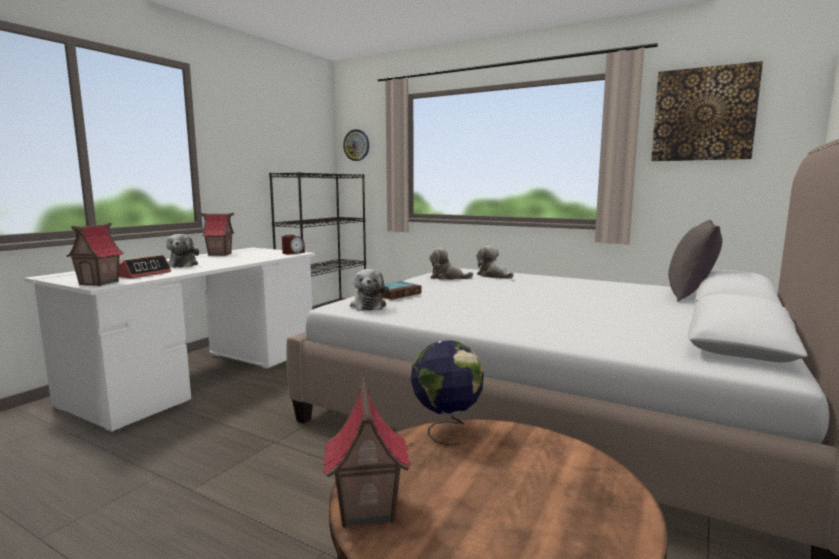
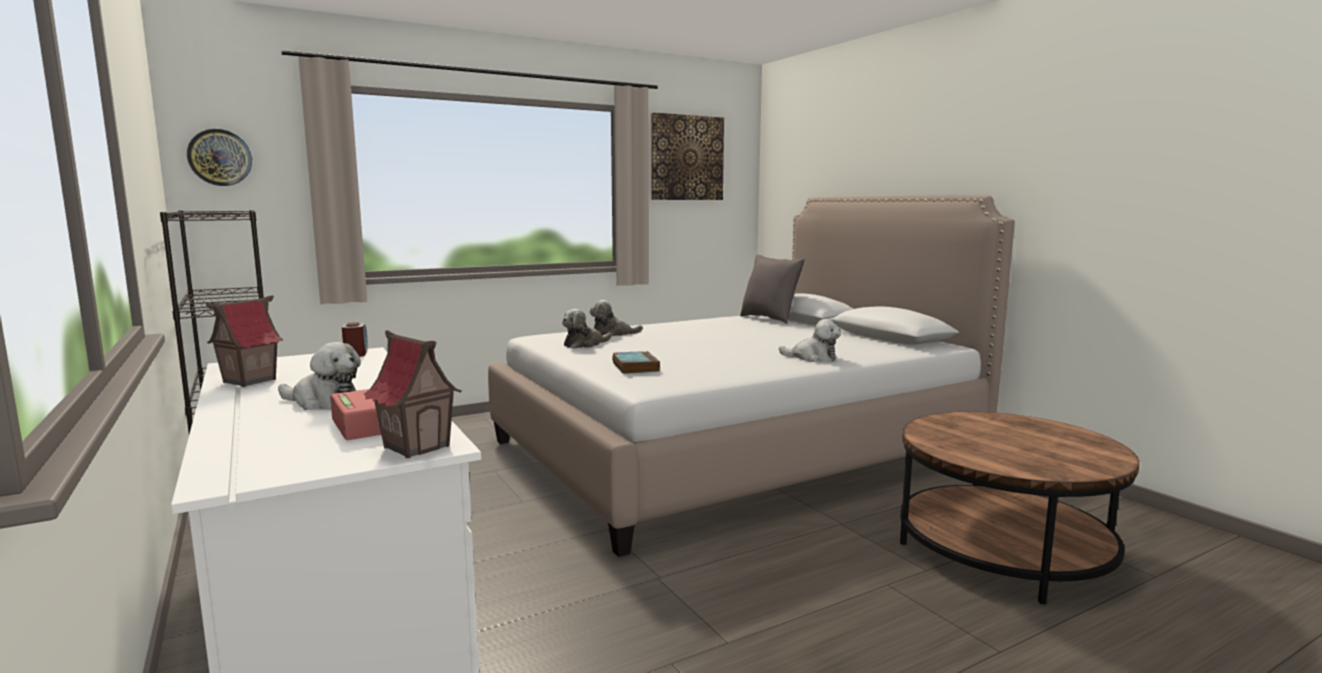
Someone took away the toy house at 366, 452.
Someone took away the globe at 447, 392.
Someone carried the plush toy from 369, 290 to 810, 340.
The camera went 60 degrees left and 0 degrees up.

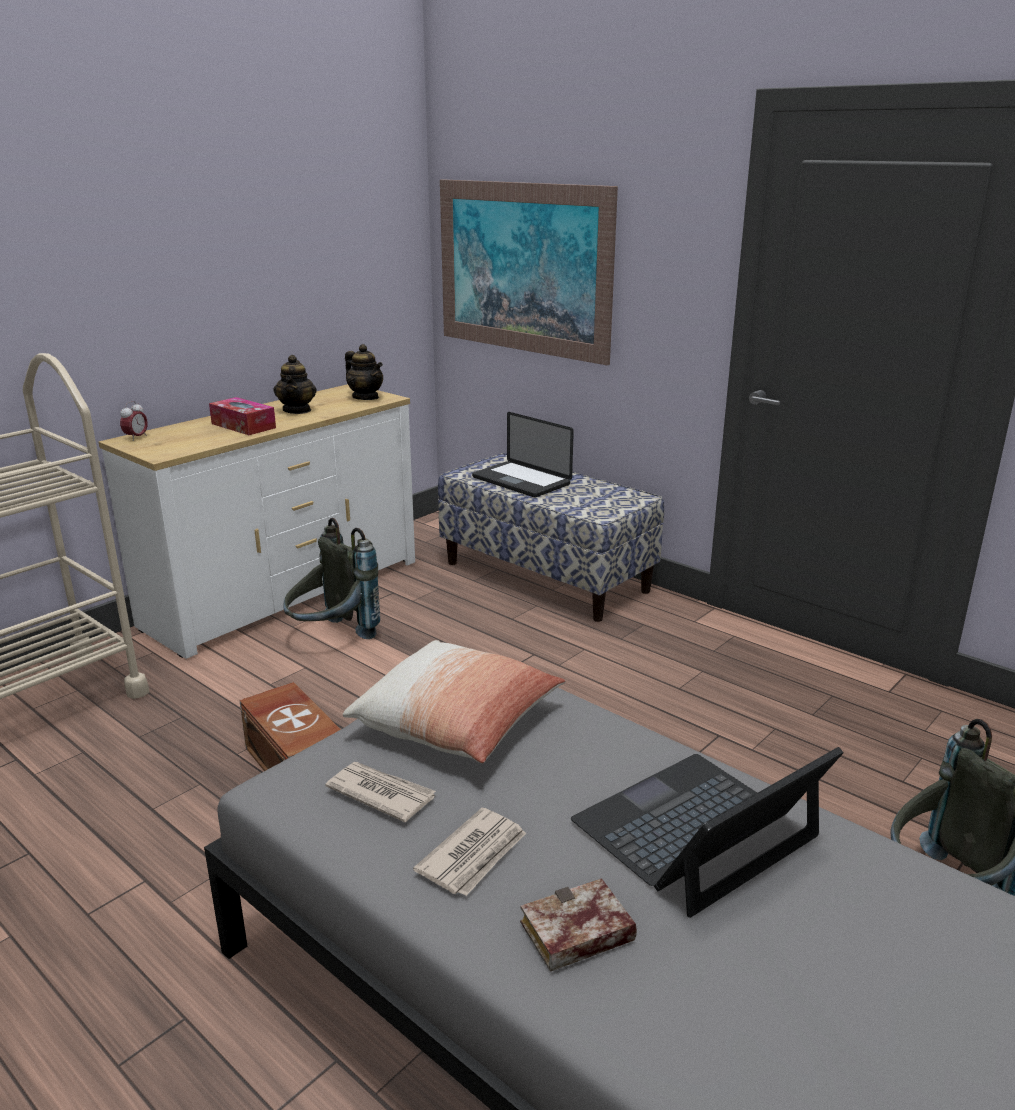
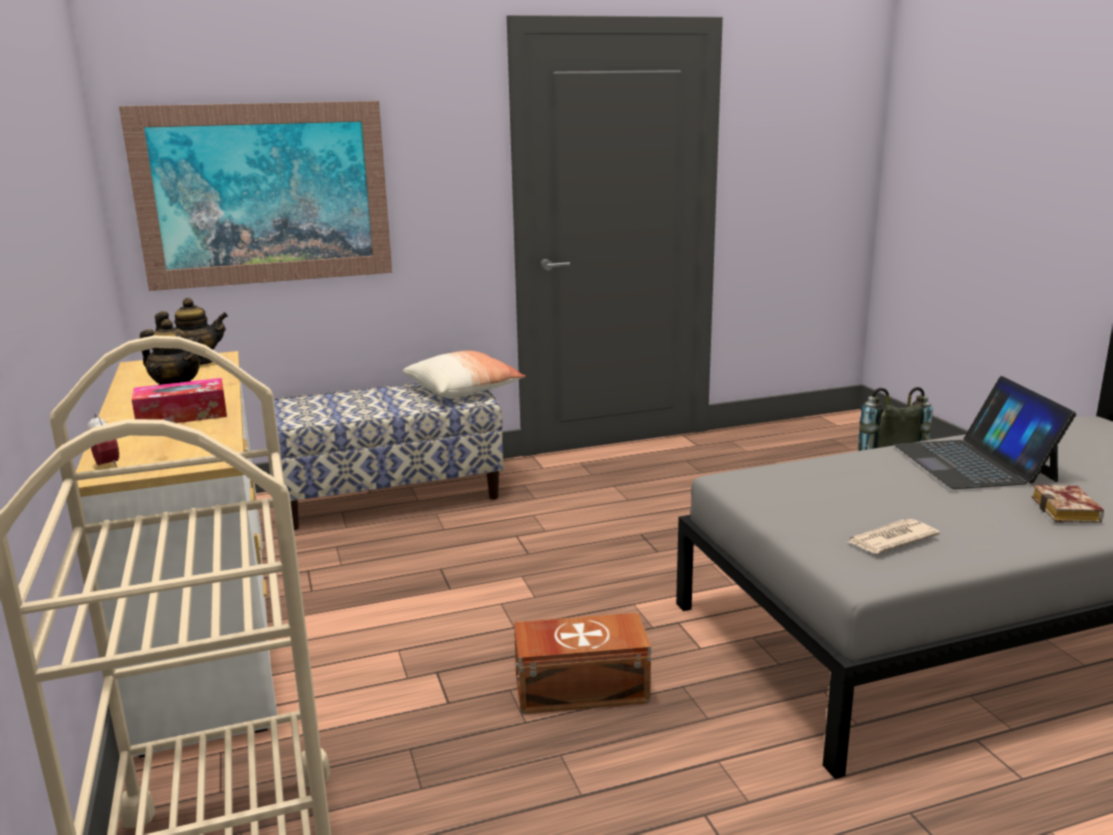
Someone took away the backpack (grey) at 331, 578.
Someone took away the newspaper at 469, 852.
Someone took away the laptop at 523, 454.
Someone carried the pillow from 454, 701 to 464, 374.
The camera went 60 degrees left and 5 degrees down.

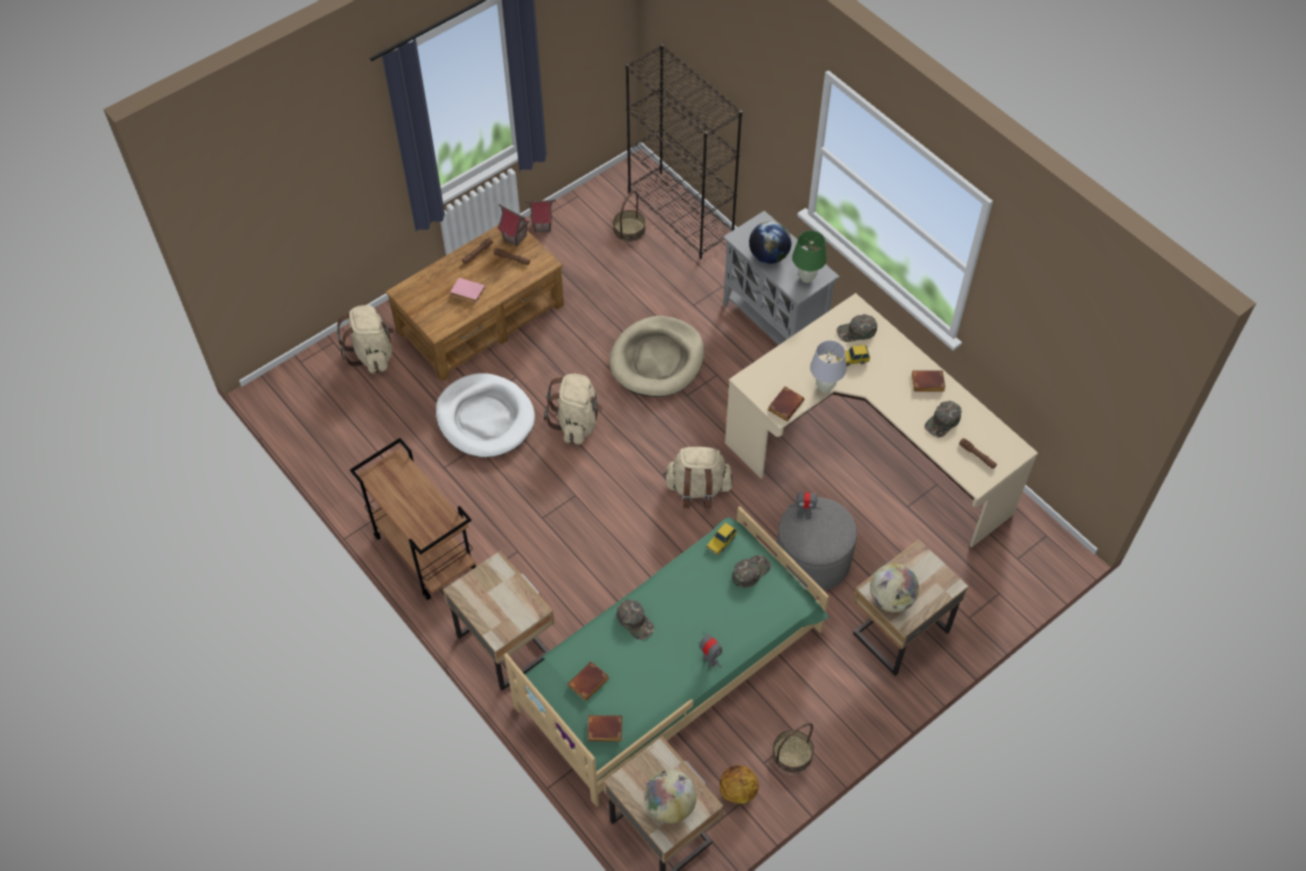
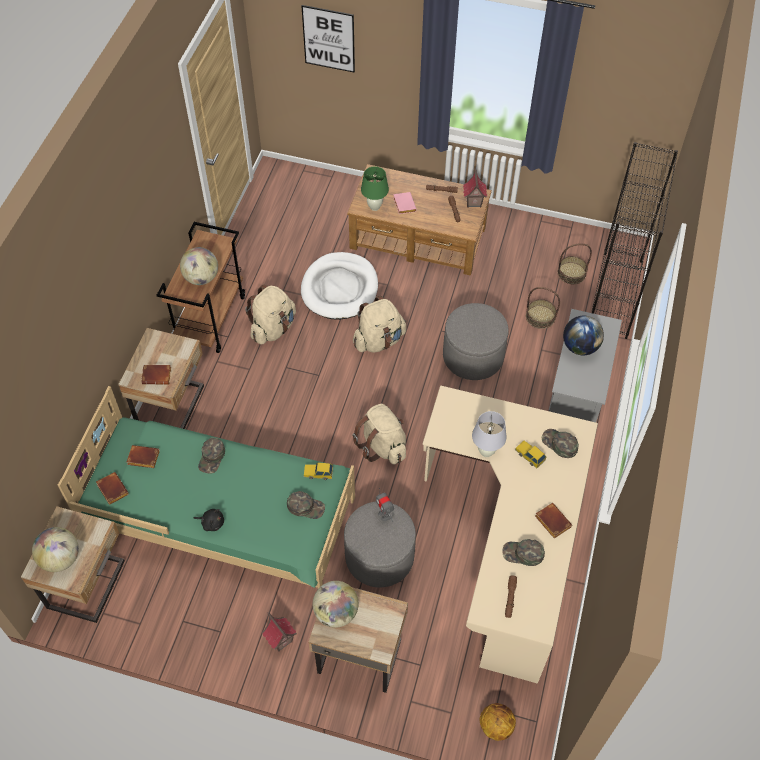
Someone put down the globe at 199, 266.
Someone put up the picture at 328, 38.
Someone carried the backpack (beige) from 365, 339 to 270, 314.
Someone carried the toy house from 540, 216 to 279, 632.
Someone carried the basketball from 739, 784 to 498, 722.
Someone carried the book (brown) from 786, 403 to 156, 374.
Someone carried the basket from 793, 748 to 543, 308.
Someone carried the table lamp (green) from 809, 257 to 375, 188.
Someone swapped the dog bed (beige) at 656, 356 for the ottoman (grey) at 476, 341.
Someone swapped the toy robot at 710, 650 for the plush toy (black) at 209, 520.
The camera went 55 degrees right and 0 degrees up.

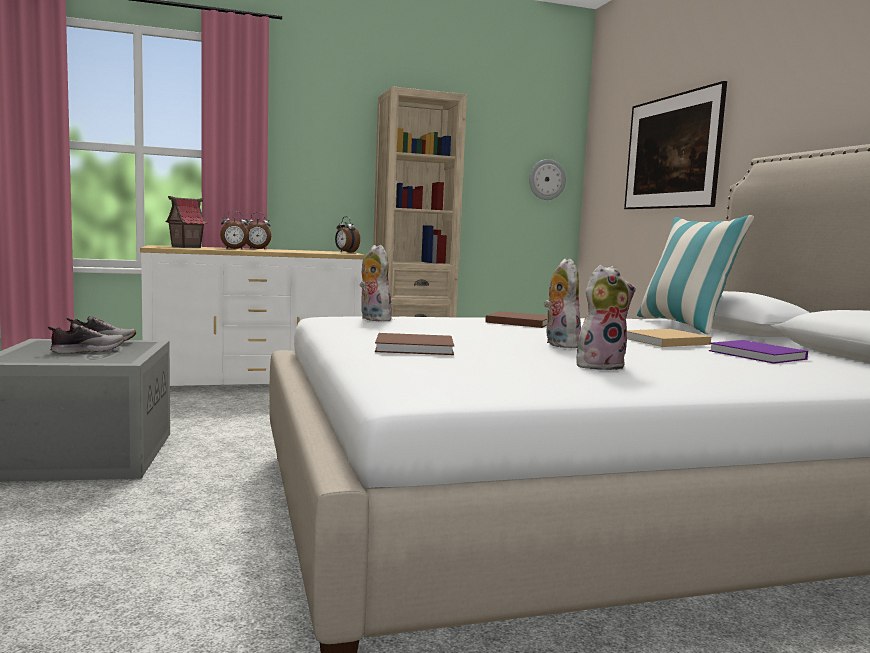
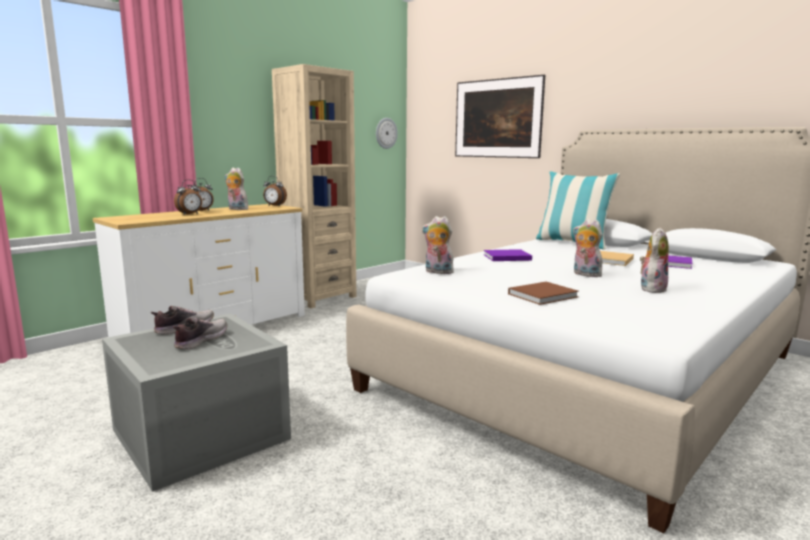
Someone took away the toy house at 186, 222.
Someone put down the plush toy at 236, 188.
Someone repainted the book (brown) at 516, 319, which became the book (purple) at 507, 255.
The camera went 30 degrees left and 5 degrees up.

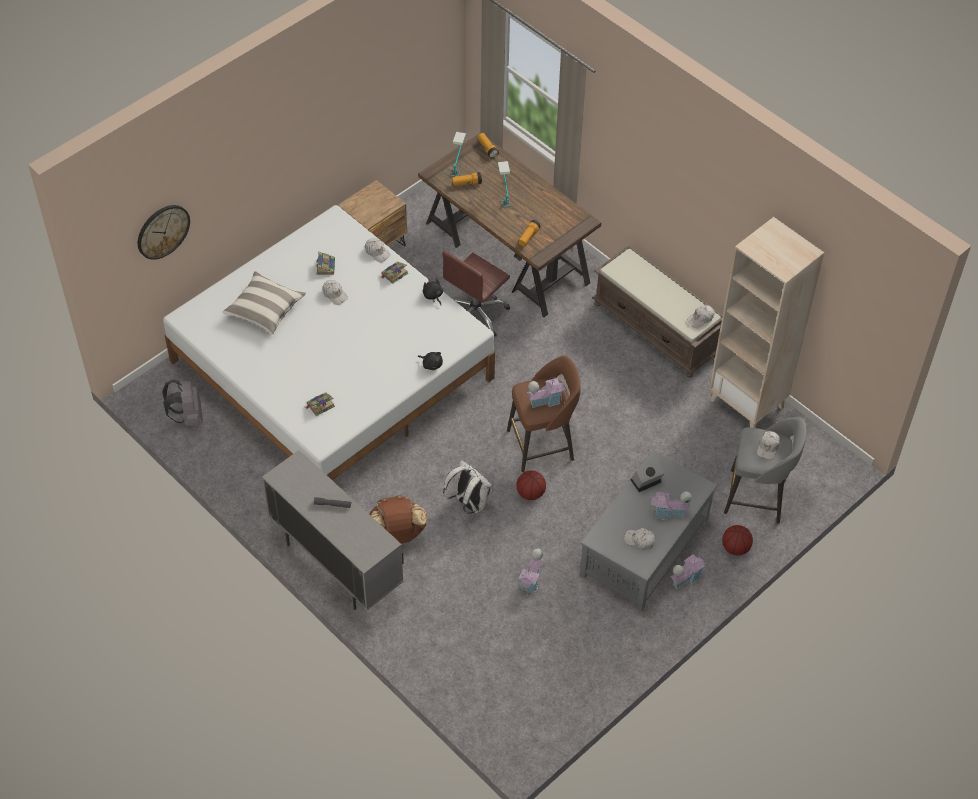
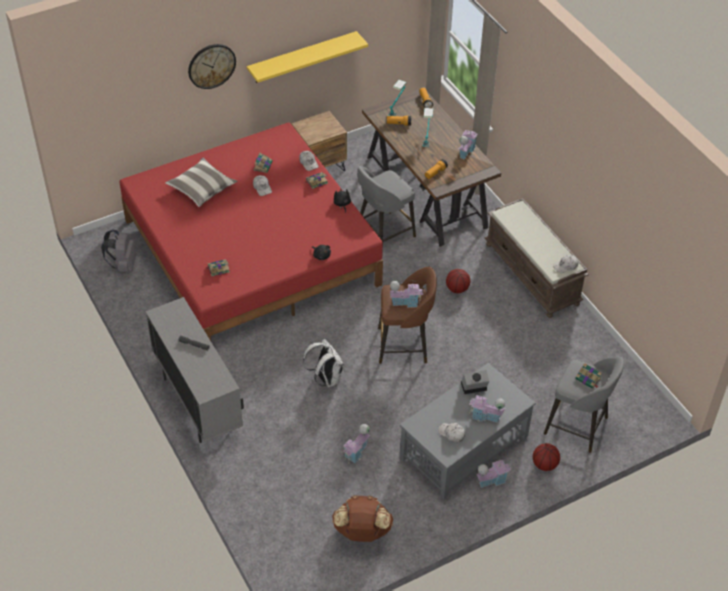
Someone took away the bookcase (beige) at 766, 322.
Someone put up the shelf (yellow) at 307, 57.
Someone put down the toy house at 468, 143.
Someone carried the wall clock from 164, 232 to 212, 66.
Someone carried the backpack (brown) from 398, 519 to 362, 518.
Someone carried the basketball from 531, 485 to 458, 281.
Someone swapped the office chair (brown) at 476, 294 for the stool (grey) at 386, 204.
Someone swapped the cap (white) at 768, 445 for the book at 588, 376.
Someone repainted the bed (white) at 329, 342, which became the bed (red) at 251, 232.
The camera went 15 degrees right and 5 degrees down.

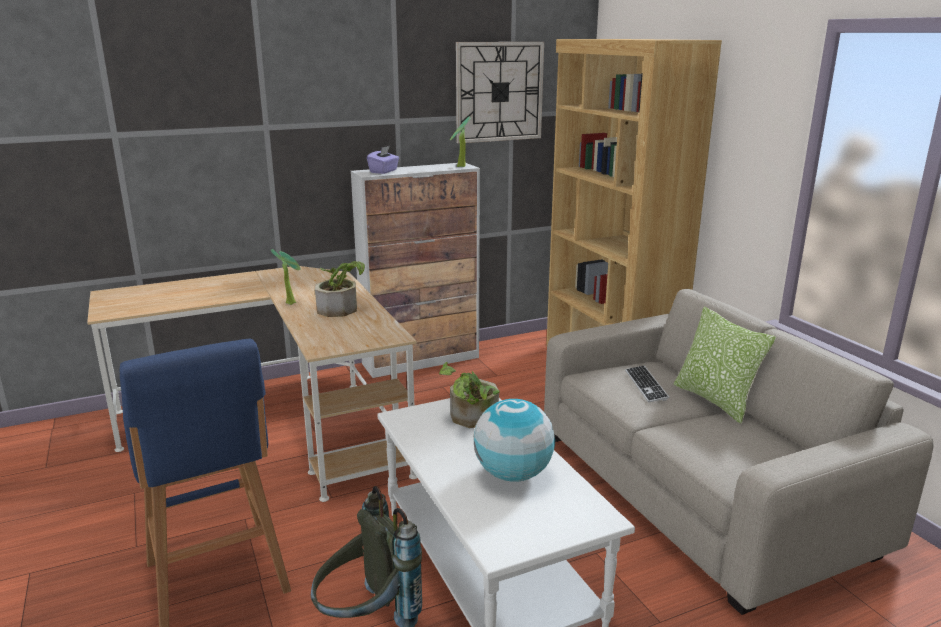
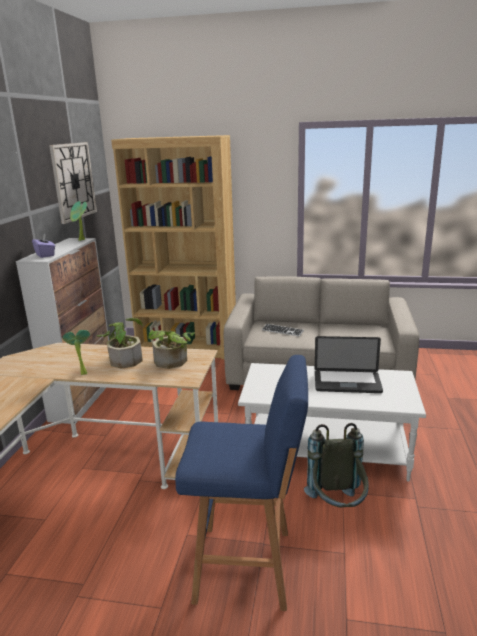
Someone took away the pillow at 724, 365.
Someone carried the potted plant from 469, 395 to 171, 349.
Someone swapped the globe at 514, 440 for the laptop at 349, 364.
The camera went 55 degrees left and 0 degrees up.

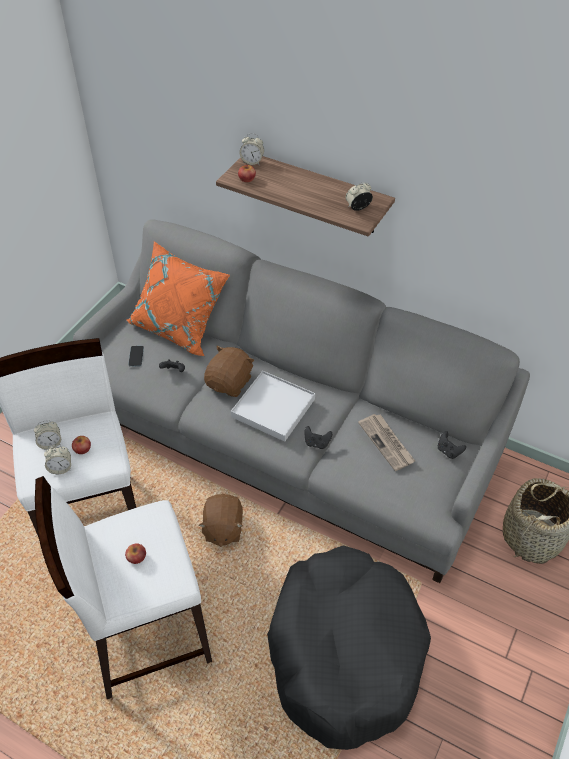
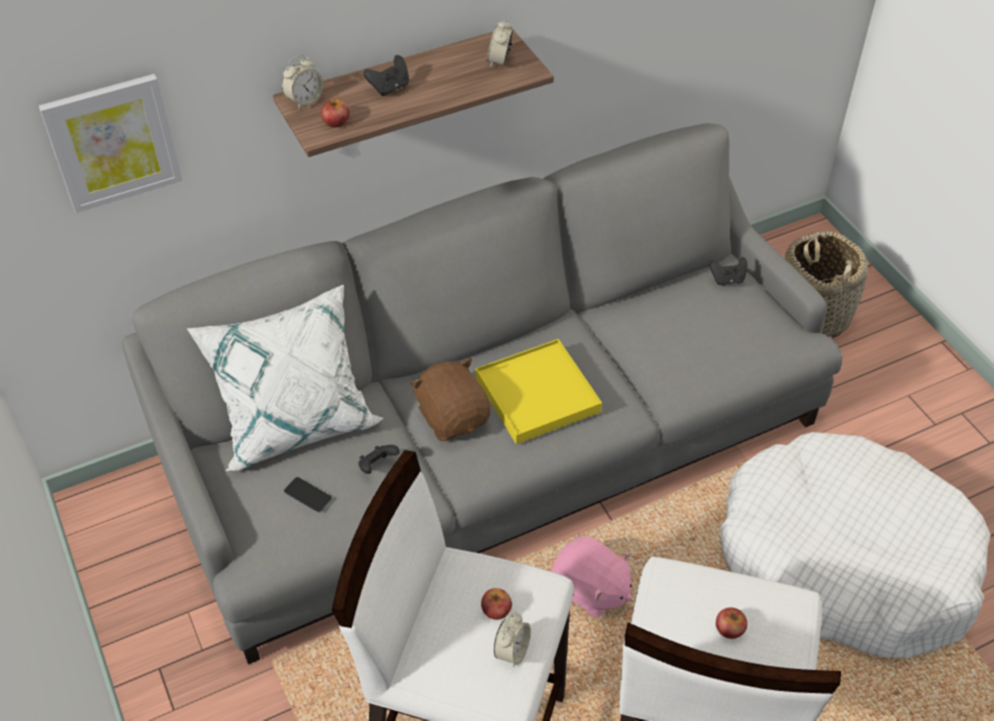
Someone took away the alarm clock at 47, 435.
Someone took away the newspaper at 386, 442.
Someone put up the picture at 110, 143.
Someone carried the game controller (black) from 318, 437 to 386, 75.
Someone repainted the pillow (orange) at 178, 299, which became the pillow (white) at 285, 378.
Someone repainted the plush toy (brown) at 220, 520, which became the plush toy (pink) at 592, 577.
Someone repainted the tray (white) at 273, 406, which became the tray (yellow) at 539, 391.
Someone repainted the dog bed (black) at 349, 647, which became the dog bed (white) at 856, 545.
The camera went 55 degrees left and 0 degrees up.

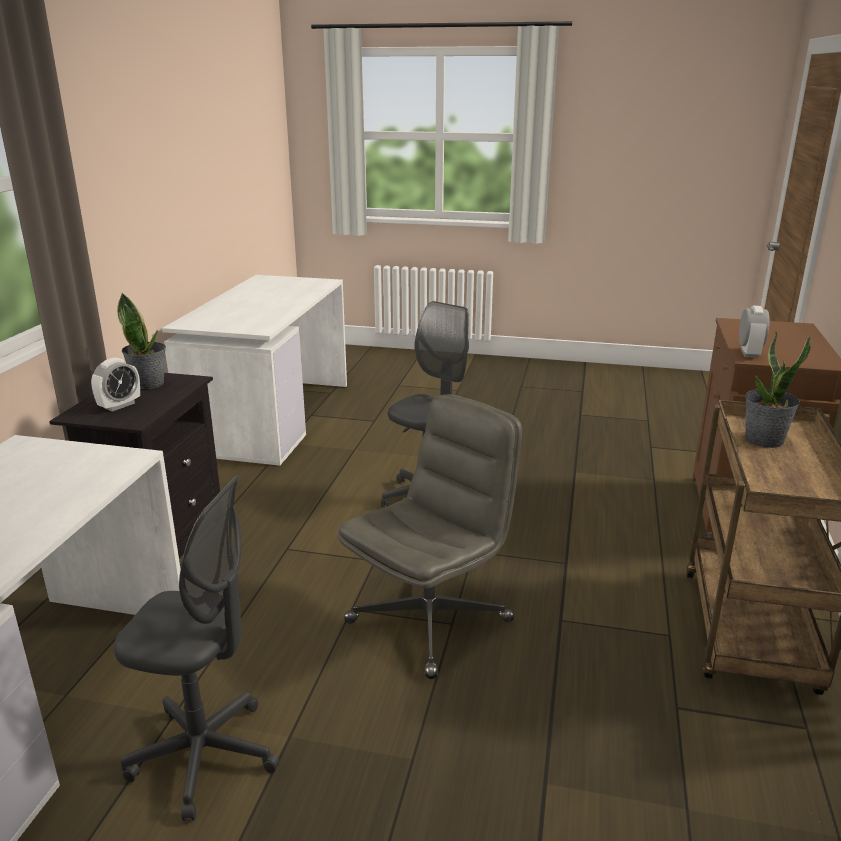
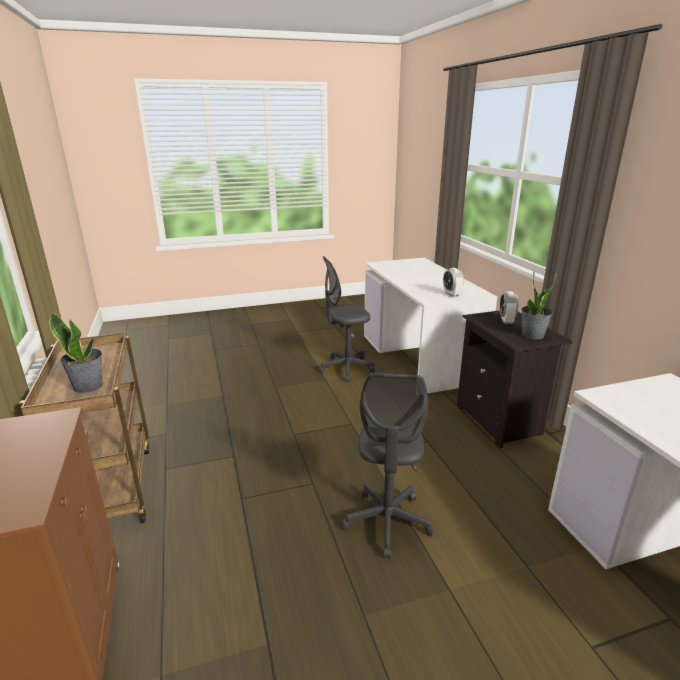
Someone took away the office chair (grey) at 429, 536.
Someone carried the alarm clock from 754, 332 to 453, 282.
The camera went 150 degrees right and 0 degrees up.

